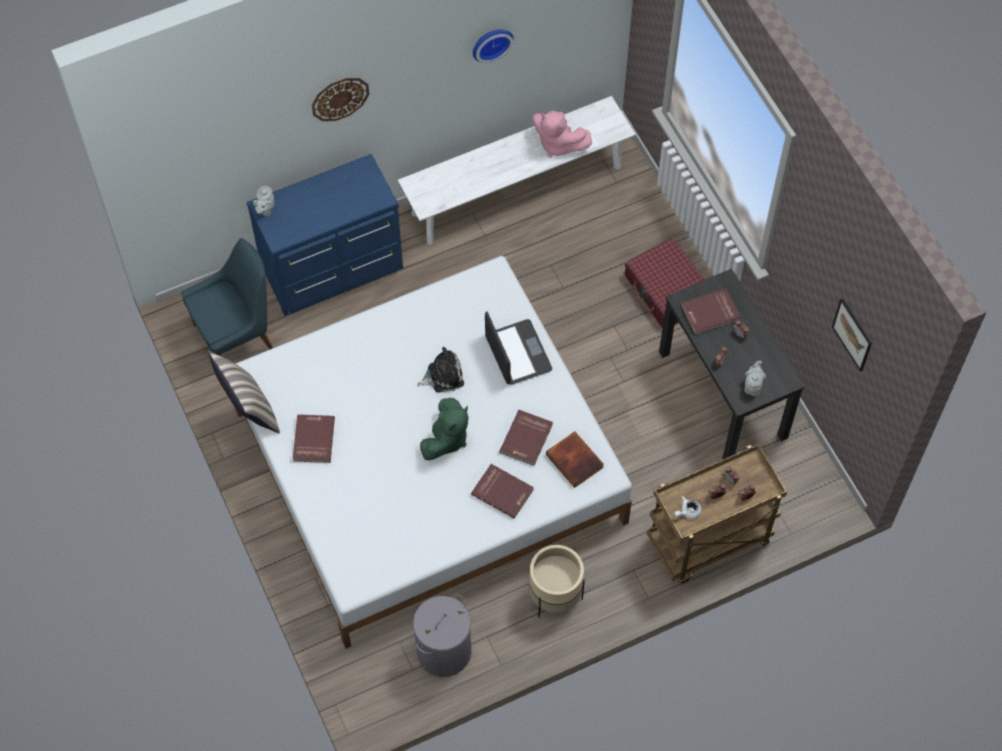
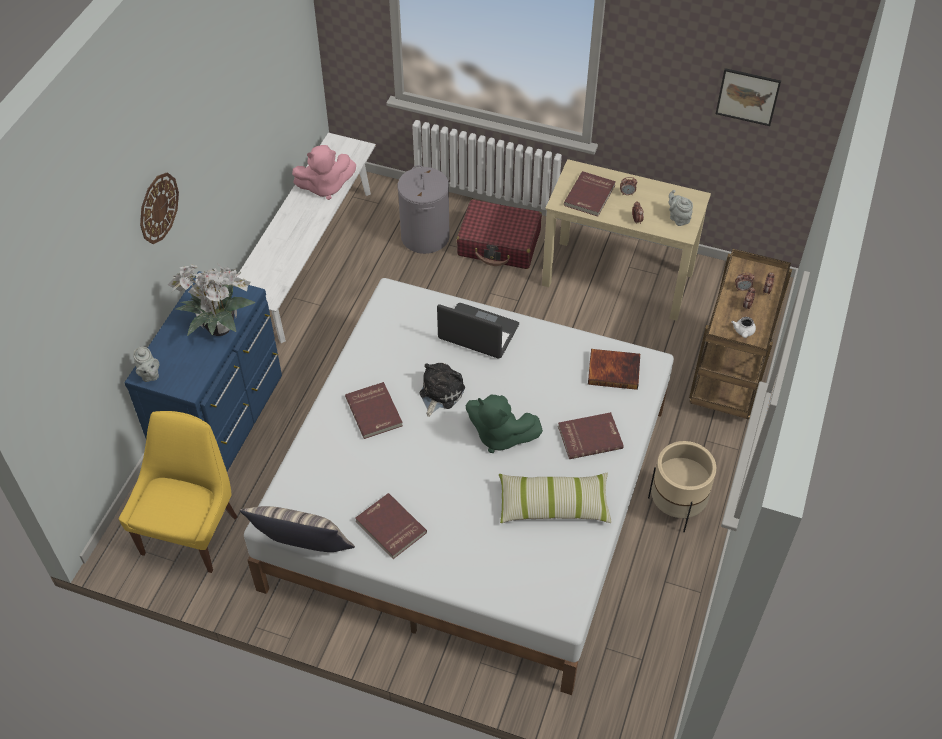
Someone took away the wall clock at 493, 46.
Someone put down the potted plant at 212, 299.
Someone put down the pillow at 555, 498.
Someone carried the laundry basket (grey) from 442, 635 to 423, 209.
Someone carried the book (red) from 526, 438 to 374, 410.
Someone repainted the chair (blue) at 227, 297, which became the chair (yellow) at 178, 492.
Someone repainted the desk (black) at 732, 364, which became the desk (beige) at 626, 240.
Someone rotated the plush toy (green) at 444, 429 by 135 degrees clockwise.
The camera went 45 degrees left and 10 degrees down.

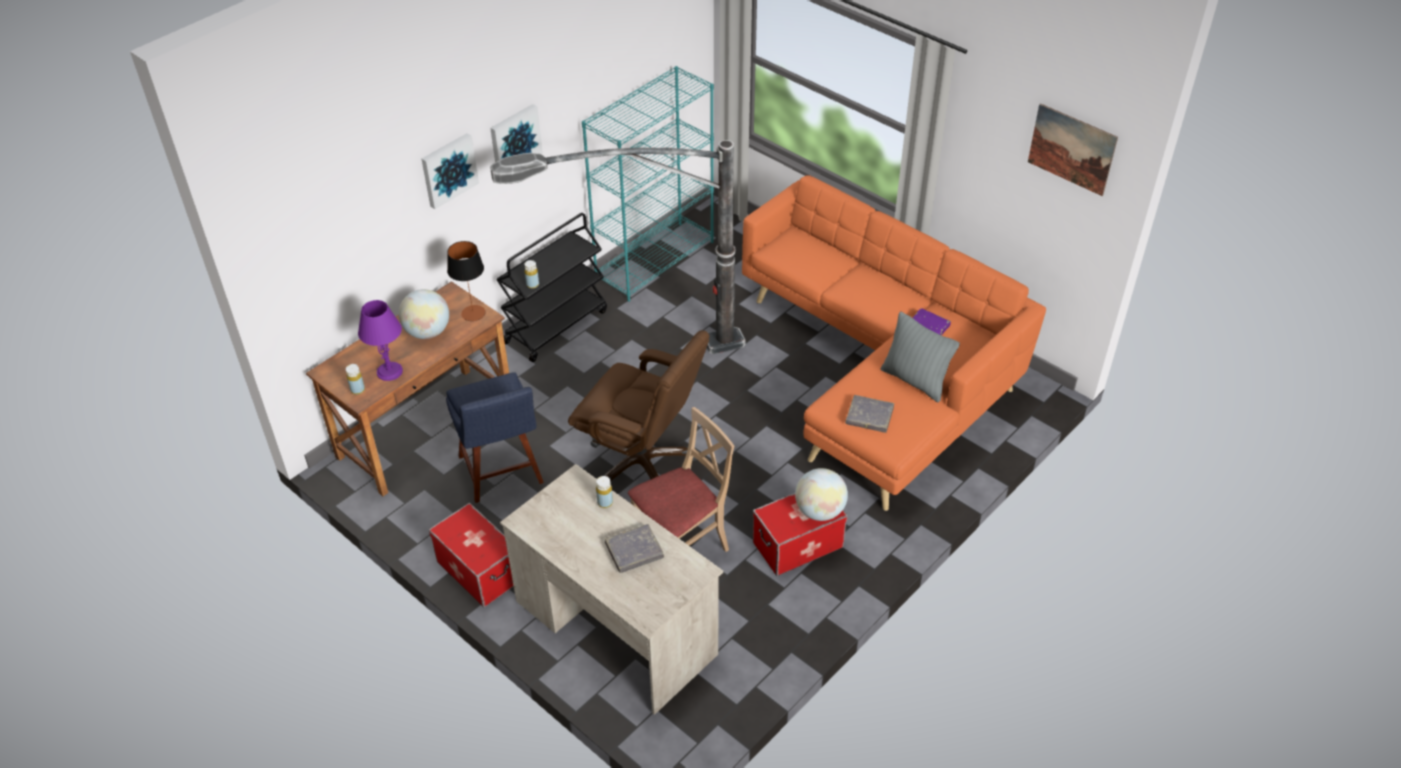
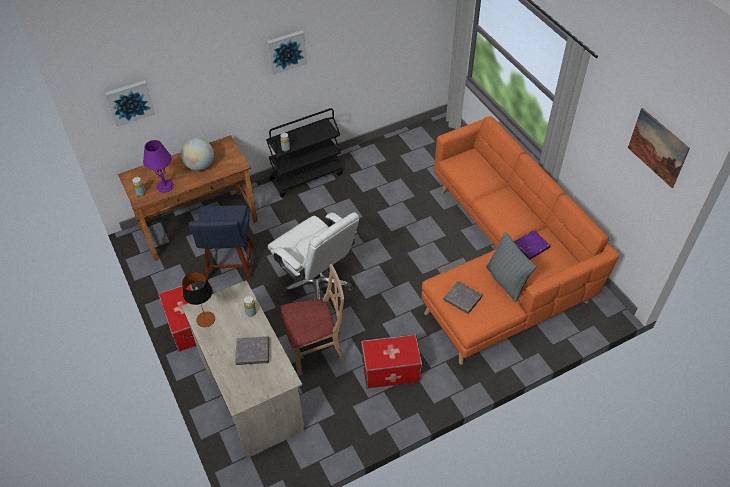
Someone took away the floor lamp at 618, 247.
Someone took away the bookcase (turquoise) at 648, 184.
Someone took away the globe at 821, 494.
Someone carried the picture from 450, 171 to 130, 103.
Someone carried the table lamp from 466, 281 to 198, 299.
Someone repainted the office chair (brown) at 639, 405, which became the office chair (white) at 313, 256.
The camera went 20 degrees right and 5 degrees up.

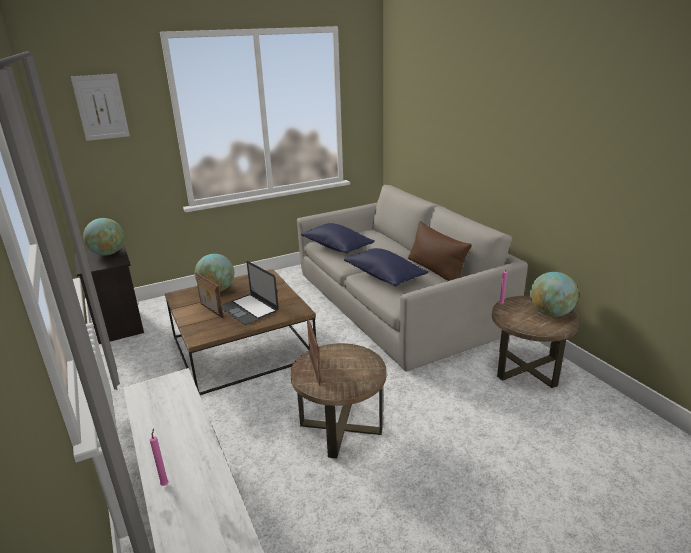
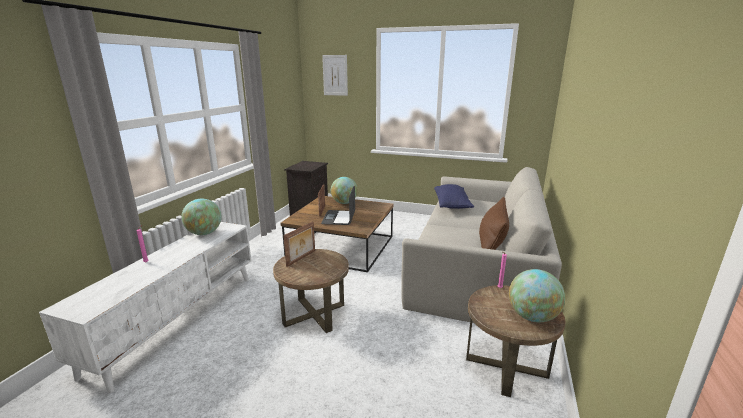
Someone took away the pillow (blue) at 386, 267.
Someone carried the globe from 104, 236 to 201, 217.
The camera went 45 degrees right and 5 degrees down.

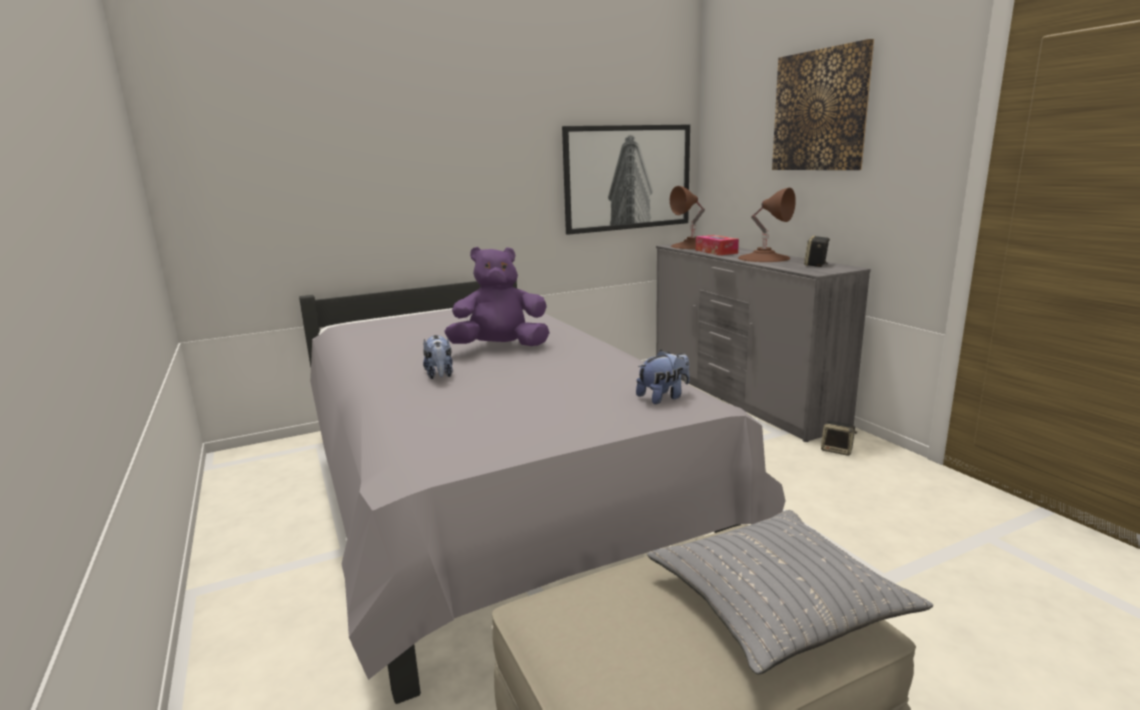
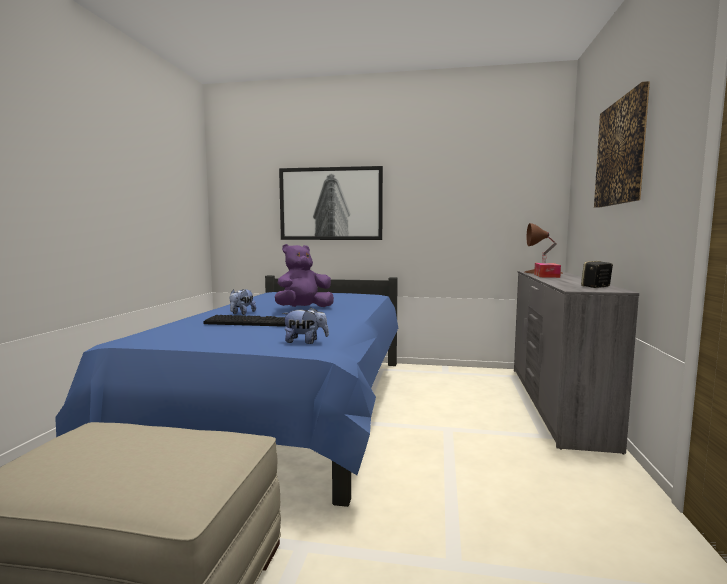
Someone took away the pillow (grey) at 790, 592.
Someone took away the table lamp (brown) at 767, 225.
Someone took away the speaker at 839, 438.
Someone put down the keyboard at 244, 321.
Someone carried the picture from 626, 180 to 331, 203.
Someone repainted the bed (grey) at 542, 492, which became the bed (blue) at 226, 391.
Someone rotated the plush toy (purple) at 497, 296 by 60 degrees counterclockwise.
The camera went 35 degrees right and 10 degrees down.

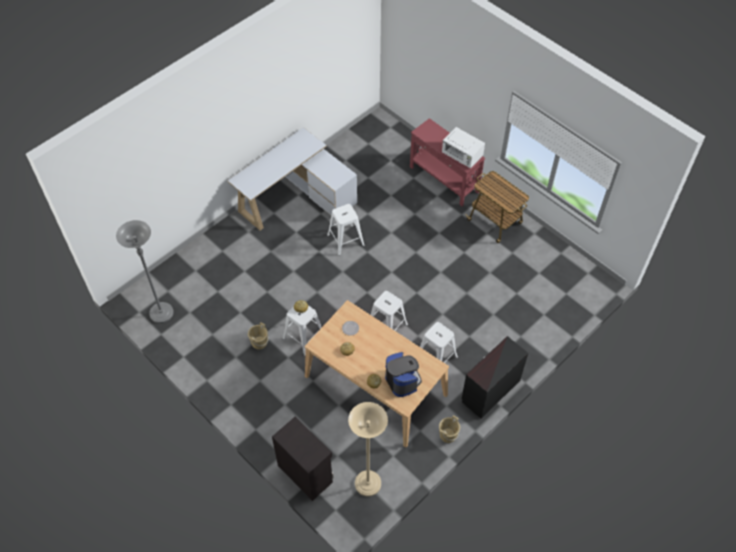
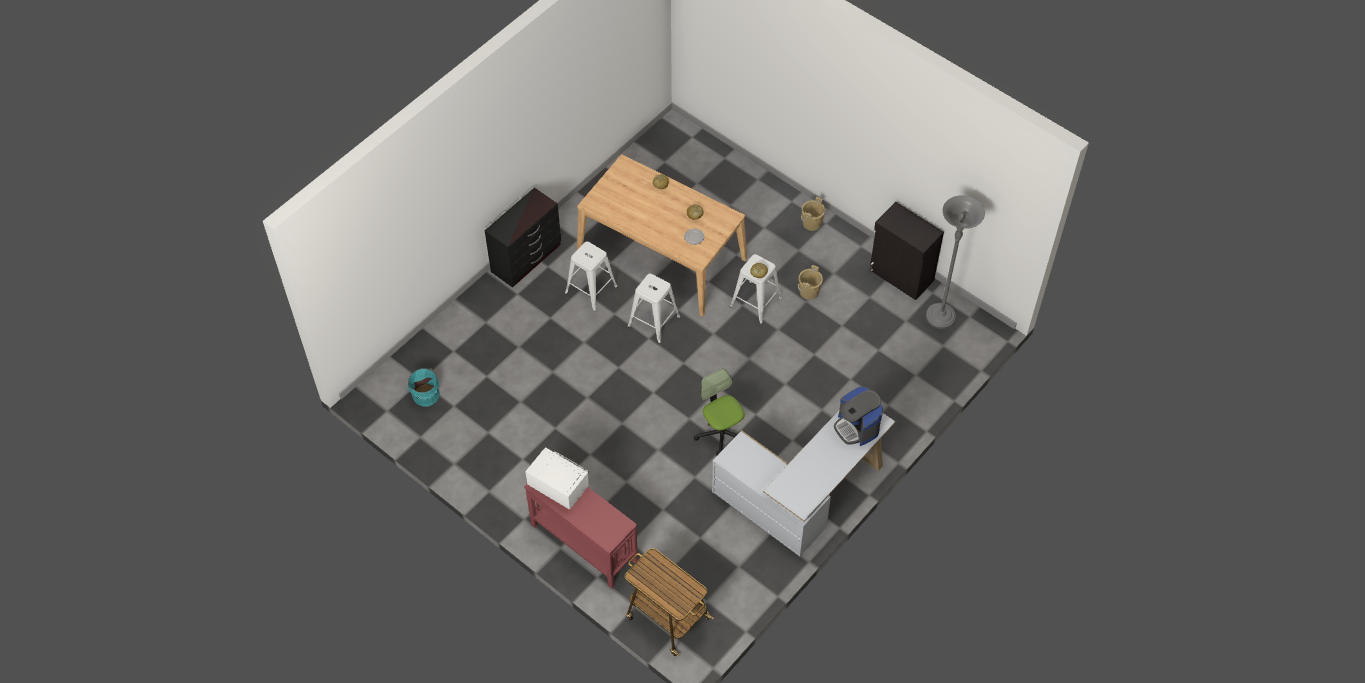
Someone took away the floor lamp (beige) at 368, 449.
Someone put down the bucket (turquoise) at 423, 387.
Someone carried the cabinet (black) from 303, 459 to 906, 251.
Someone carried the coffee machine from 403, 374 to 858, 416.
Someone carried the bucket (beige) from 449, 429 to 813, 214.
Someone carried the cart from 497, 207 to 669, 602.
Someone swapped the stool (white) at 346, 230 for the office chair at 719, 412.
The camera went 175 degrees right and 0 degrees up.

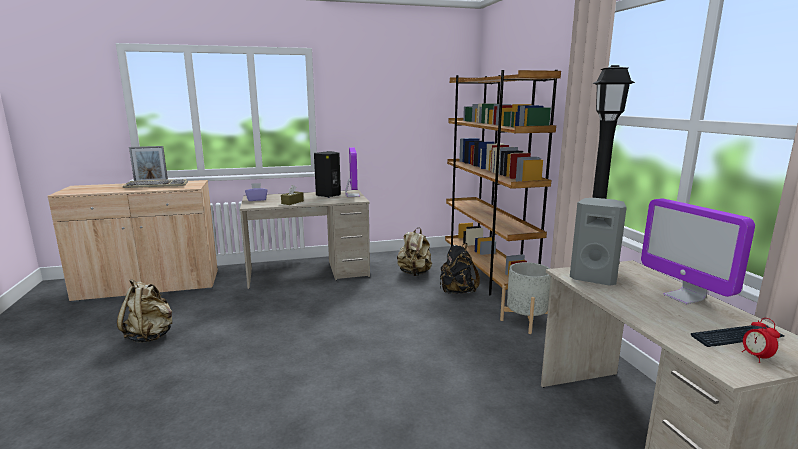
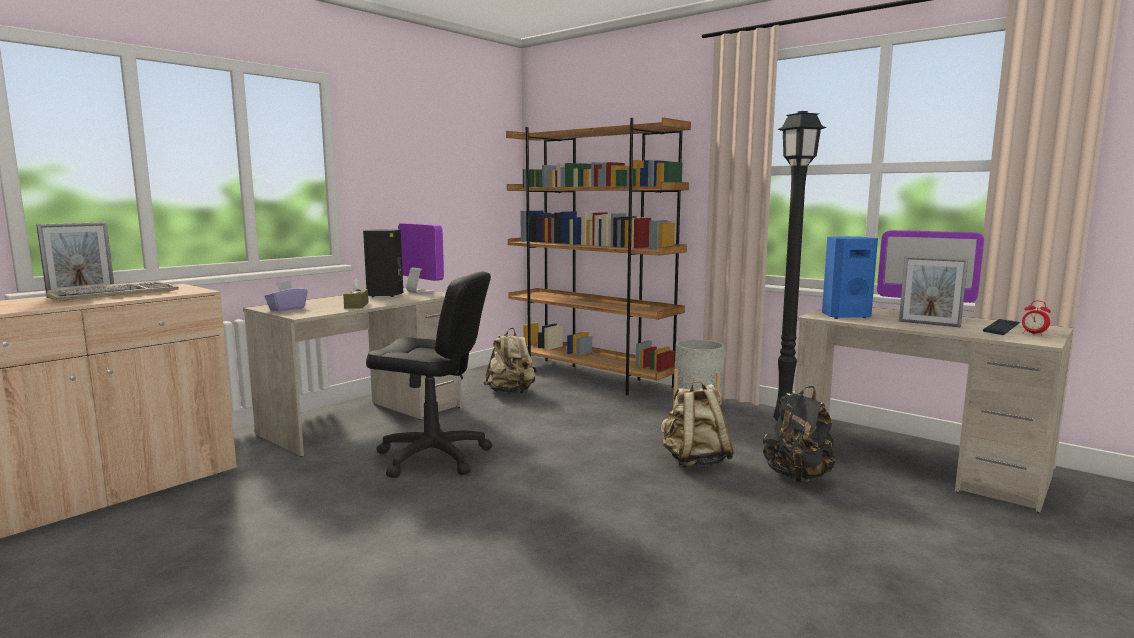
Someone put down the office chair (black) at 429, 375.
Someone put down the picture frame at 933, 291.
Someone carried the backpack (beige) from 144, 311 to 697, 424.
Someone carried the backpack (black) from 460, 268 to 799, 434.
Someone repainted the speaker (grey) at 598, 242, which became the speaker (blue) at 850, 277.
The camera went 35 degrees left and 5 degrees down.

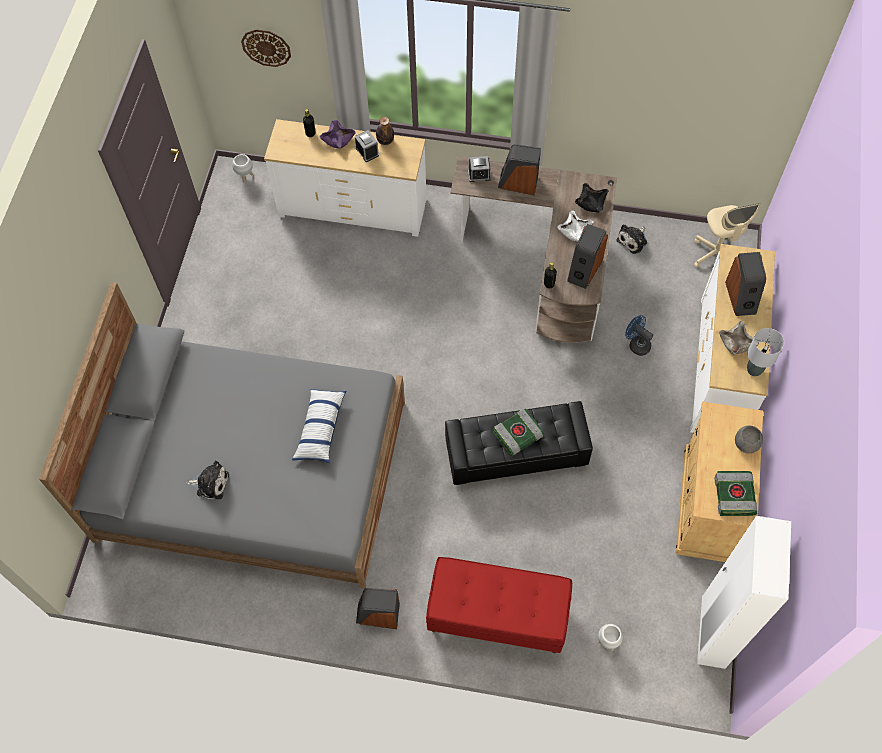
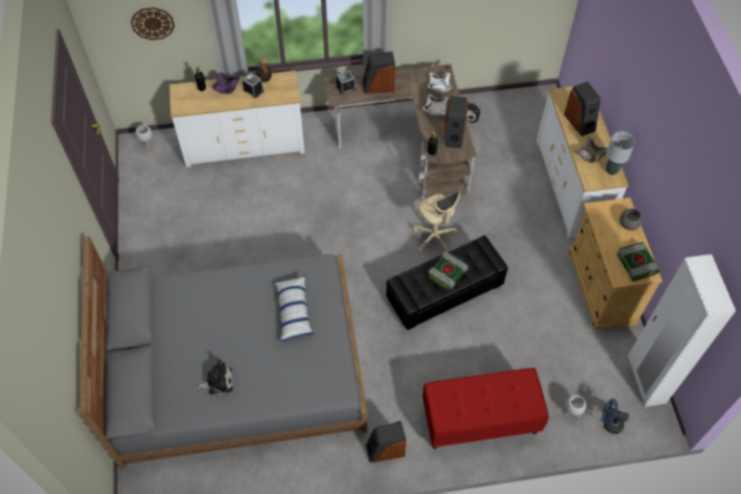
Someone carried the fan (blue) from 639, 335 to 615, 416.
Someone carried the office chair (beige) from 727, 235 to 437, 220.
Someone repainted the bowl (black) at 592, 198, which became the bowl (white) at 440, 82.
The camera went 20 degrees left and 5 degrees down.

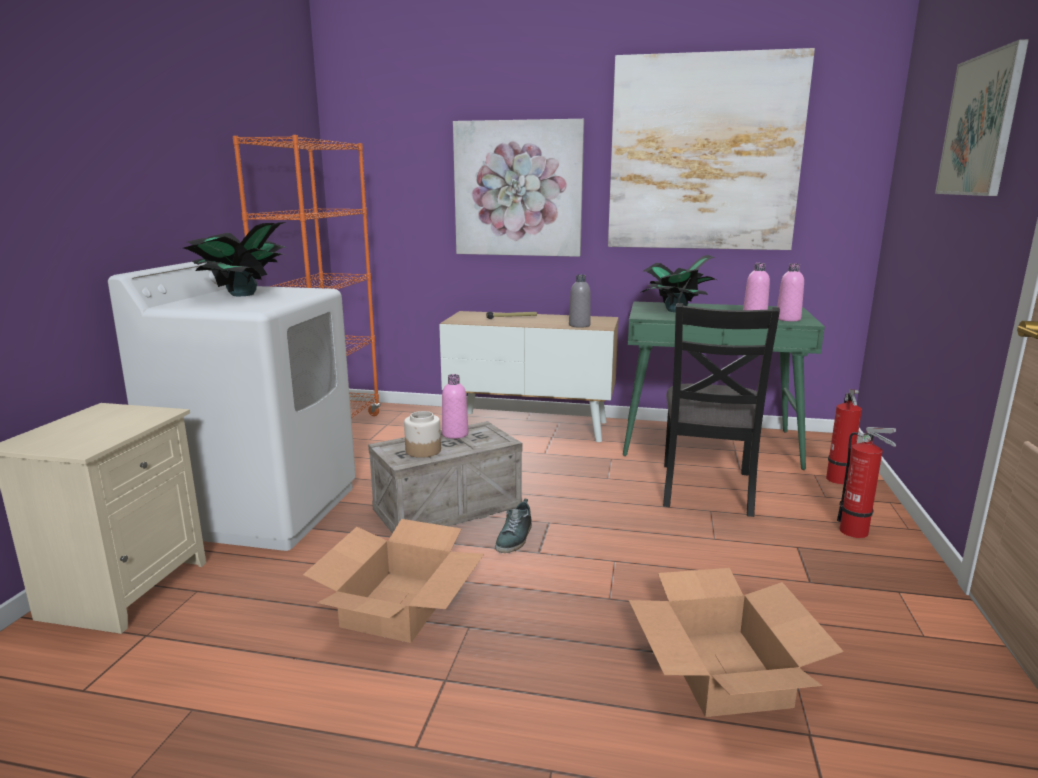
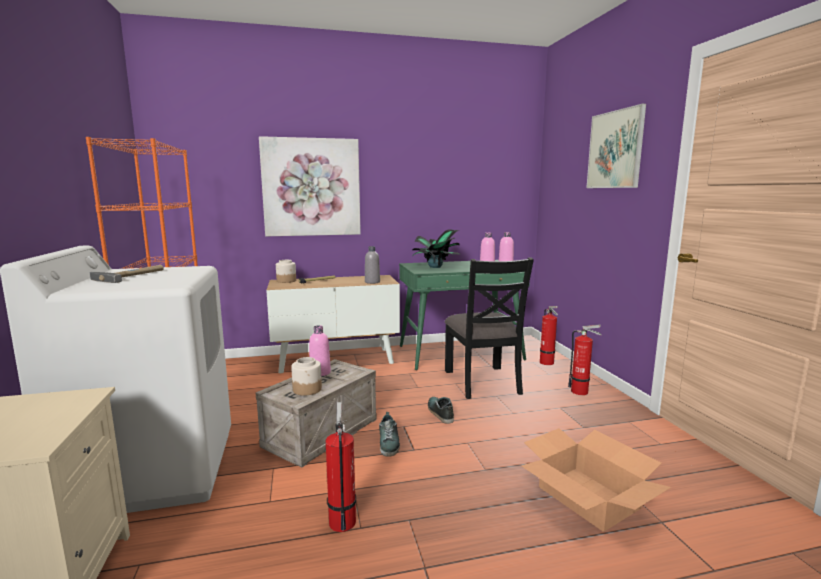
Someone took away the picture at 711, 149.
Someone put down the jar at 286, 271.
Someone put down the shoe at 441, 410.
Someone swapped the potted plant at 235, 259 for the hammer at 127, 274.
Someone swapped the cardboard box at 393, 581 for the fire extinguisher at 341, 467.
The camera went 25 degrees left and 5 degrees down.

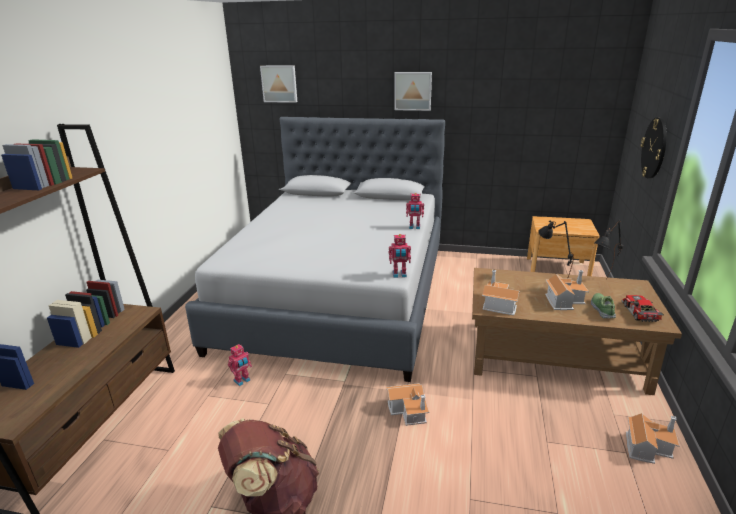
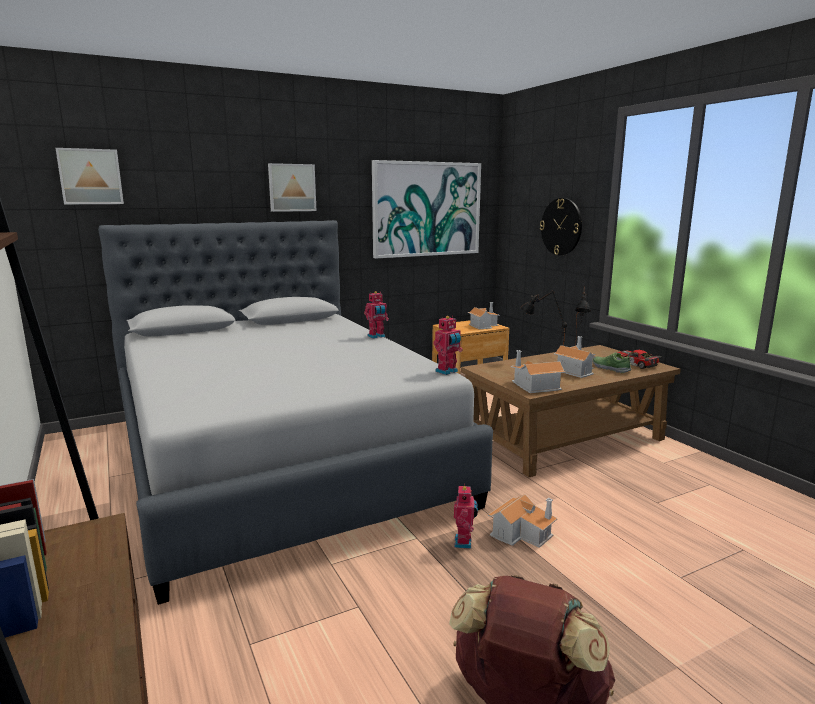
Someone put up the picture at 426, 209.
Someone carried the toy robot from 240, 365 to 466, 516.
Someone carried the toy house from 652, 438 to 484, 315.
The camera went 40 degrees left and 10 degrees down.

